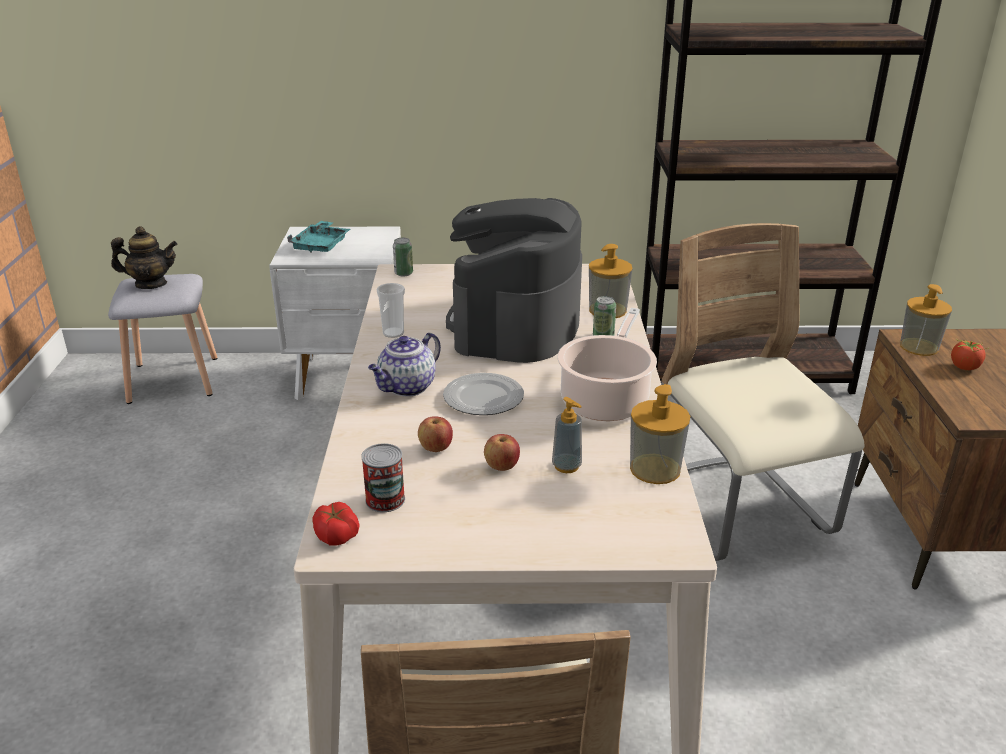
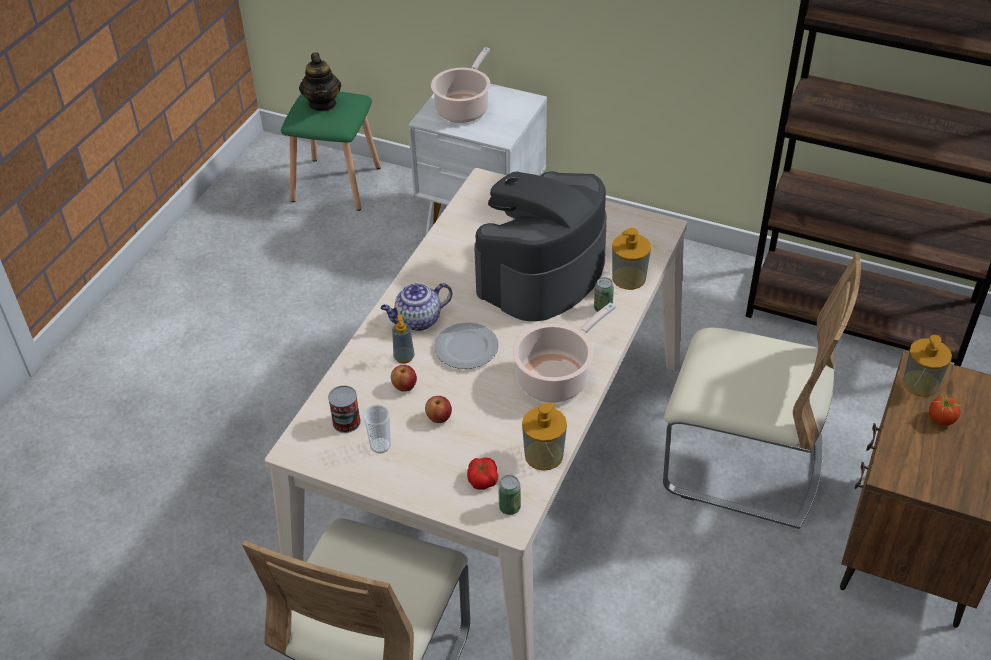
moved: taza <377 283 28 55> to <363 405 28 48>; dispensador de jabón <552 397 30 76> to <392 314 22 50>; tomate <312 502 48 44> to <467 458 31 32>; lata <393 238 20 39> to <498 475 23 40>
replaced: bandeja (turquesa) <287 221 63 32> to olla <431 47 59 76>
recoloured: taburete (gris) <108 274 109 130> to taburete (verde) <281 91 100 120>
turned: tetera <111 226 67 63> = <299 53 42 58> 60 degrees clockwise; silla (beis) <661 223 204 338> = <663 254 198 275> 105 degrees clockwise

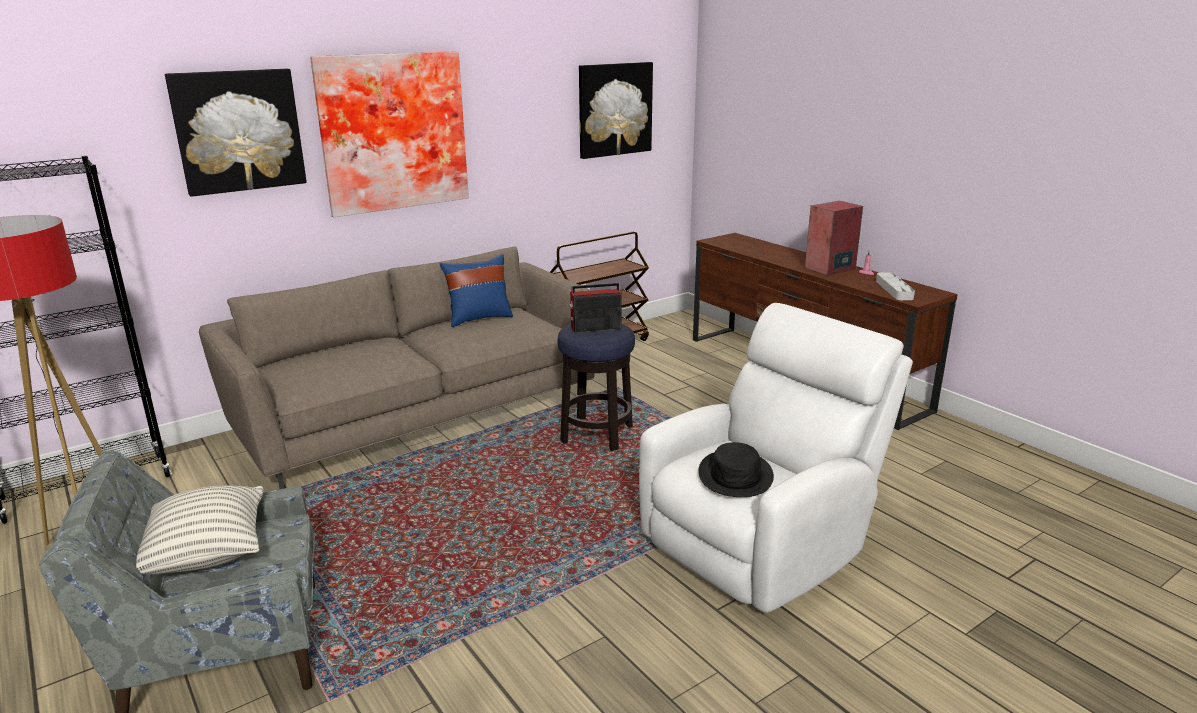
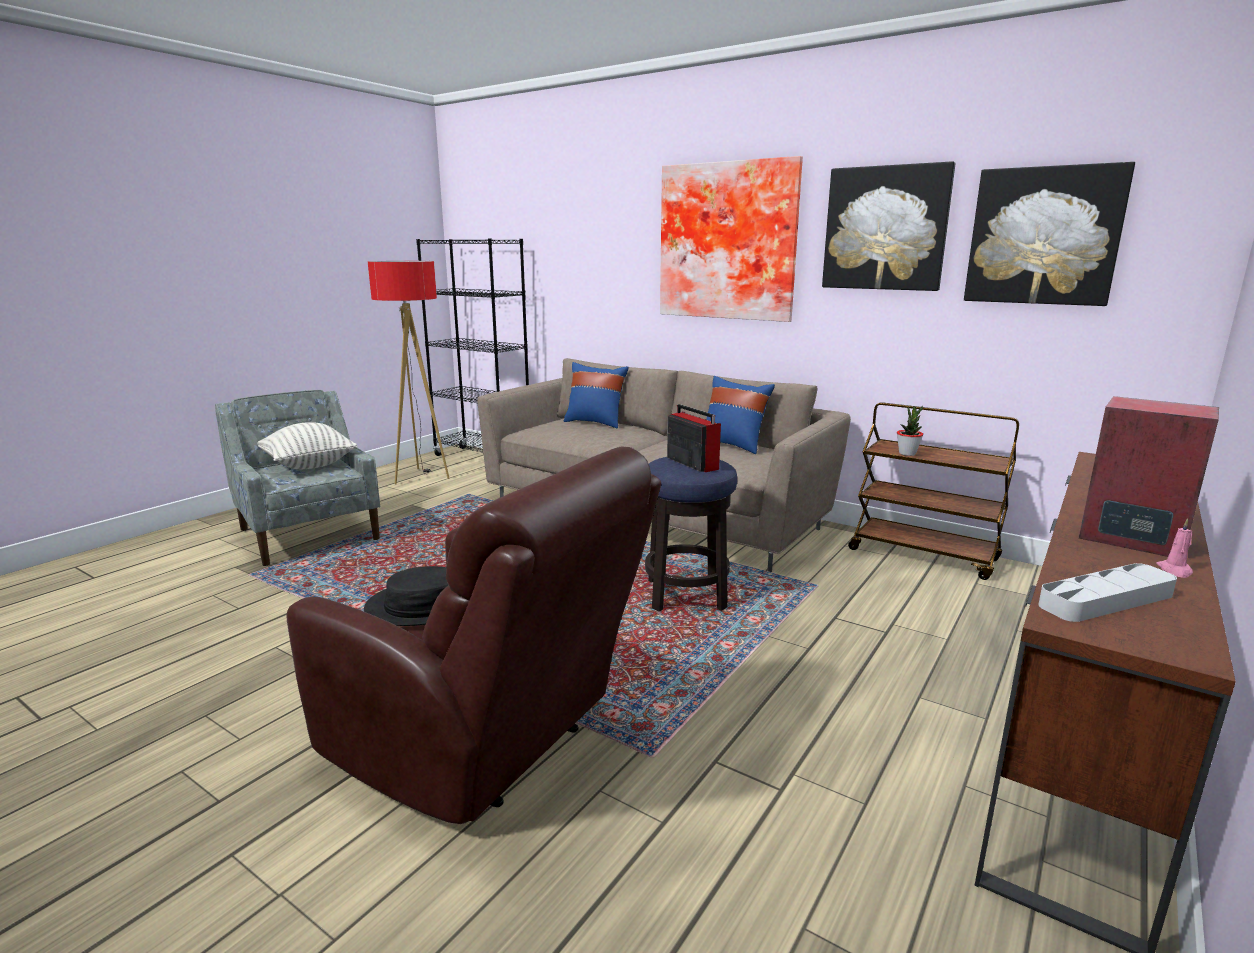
added: cojín (azul) <564 362 65 66>; planta en maceta <897 406 26 50>
moved: cuadro <165 69 142 128> to <822 161 133 130>
recoloured: sillón (blanco) <639 303 274 310> to sillón (marrón) <286 446 375 378>

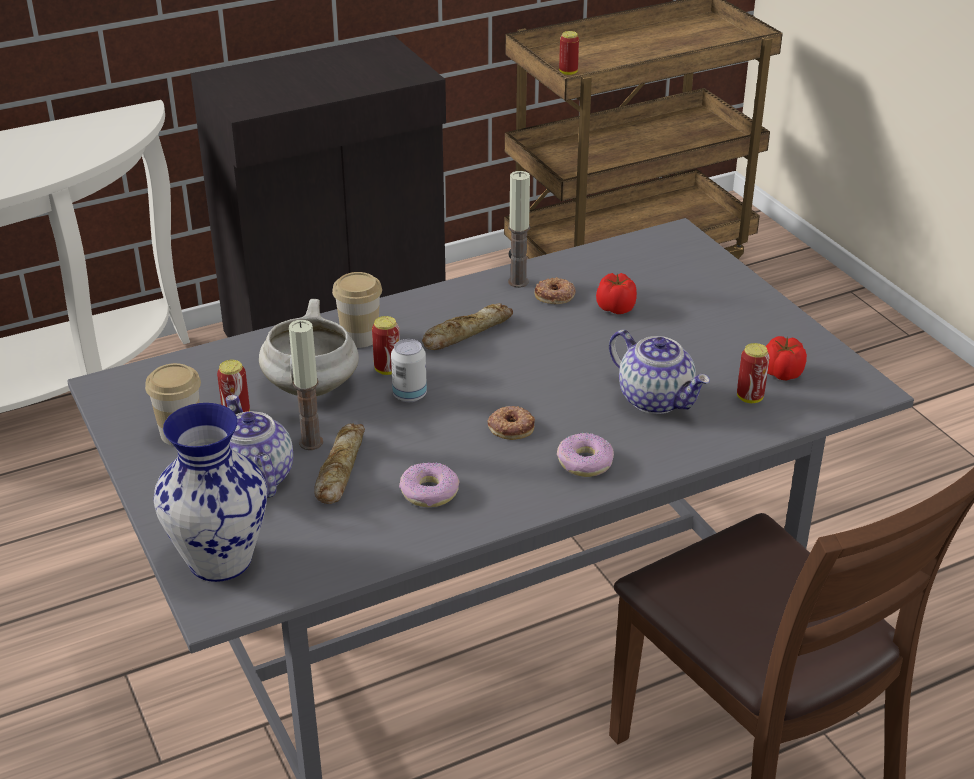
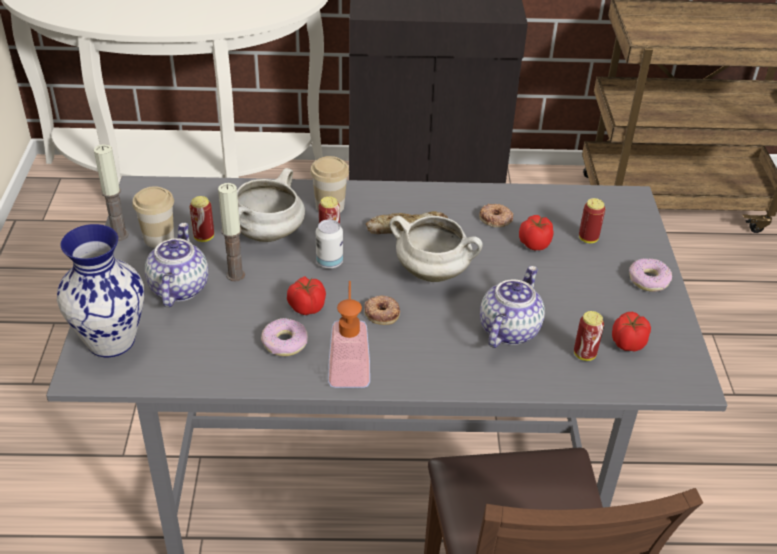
removed: pan <314 423 51 81>
added: tomate <287 276 39 39>; dispensador de jabón <328 281 42 107>; olla (blanco) <390 216 93 66>
moved: vela <508 171 22 117> to <94 144 35 97>; lata <559 31 20 44> to <579 198 26 45>; rosquilla <557 433 57 44> to <629 258 43 34>
turned: tetera <609 330 101 84> = <480 266 65 82> 135 degrees counterclockwise

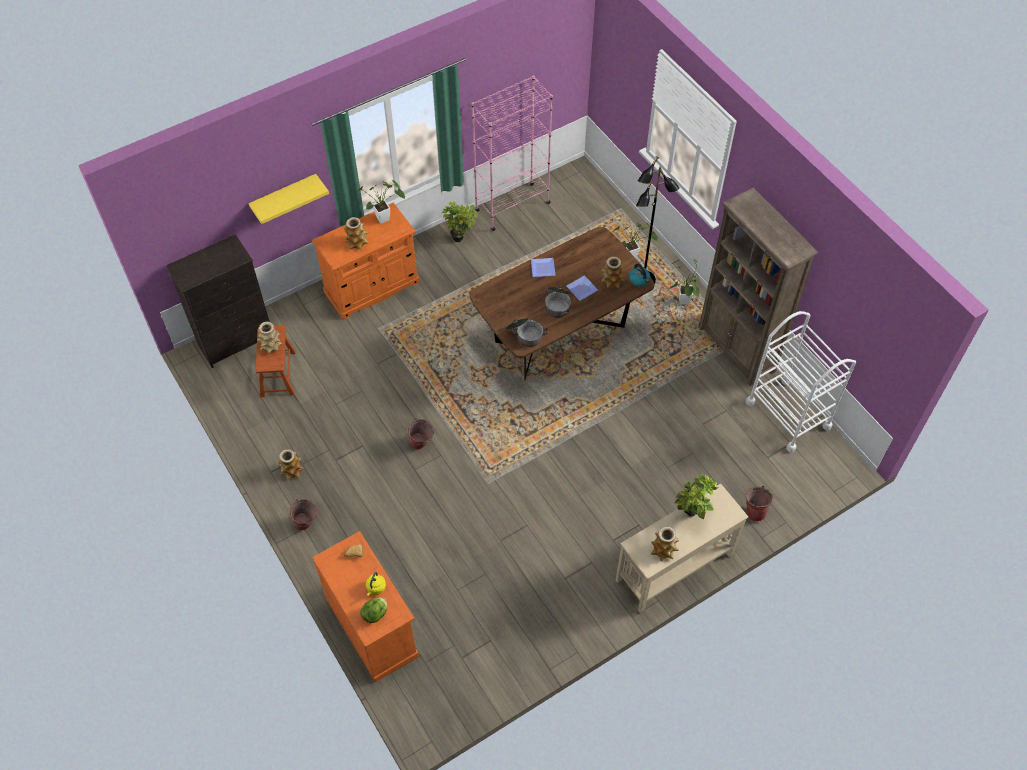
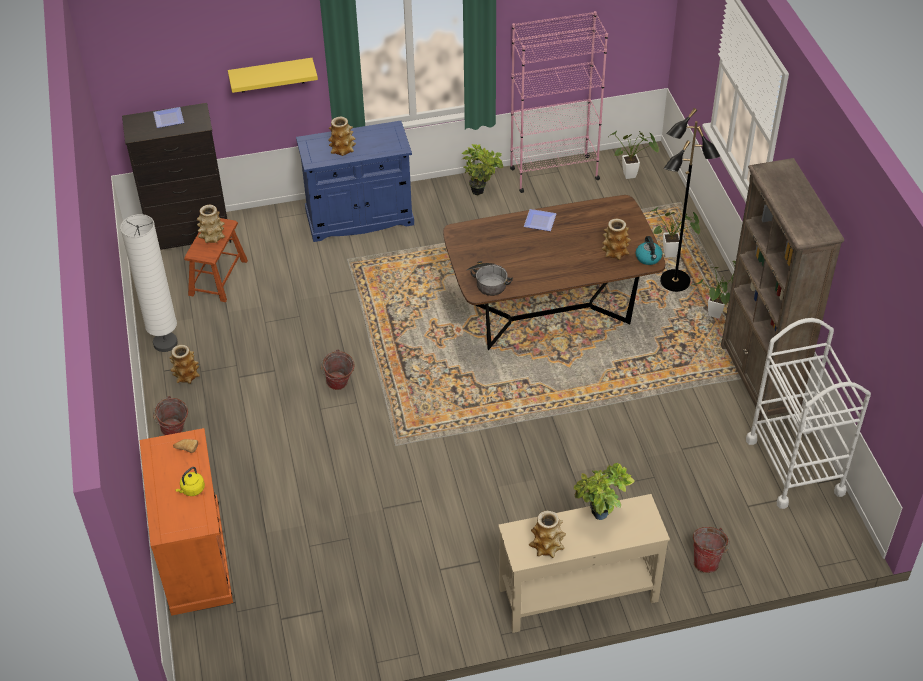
removed: lechuga <360 597 27 26>; olla <545 286 26 32>
added: lámpara de pie (blanco) <120 214 58 138>
moved: plato <567 275 31 26> to <153 107 31 21>; planta en maceta <356 180 49 44> to <611 131 48 48>
recoloured: armario (naranja) <312 203 108 117> to armario (azul) <296 121 118 121>

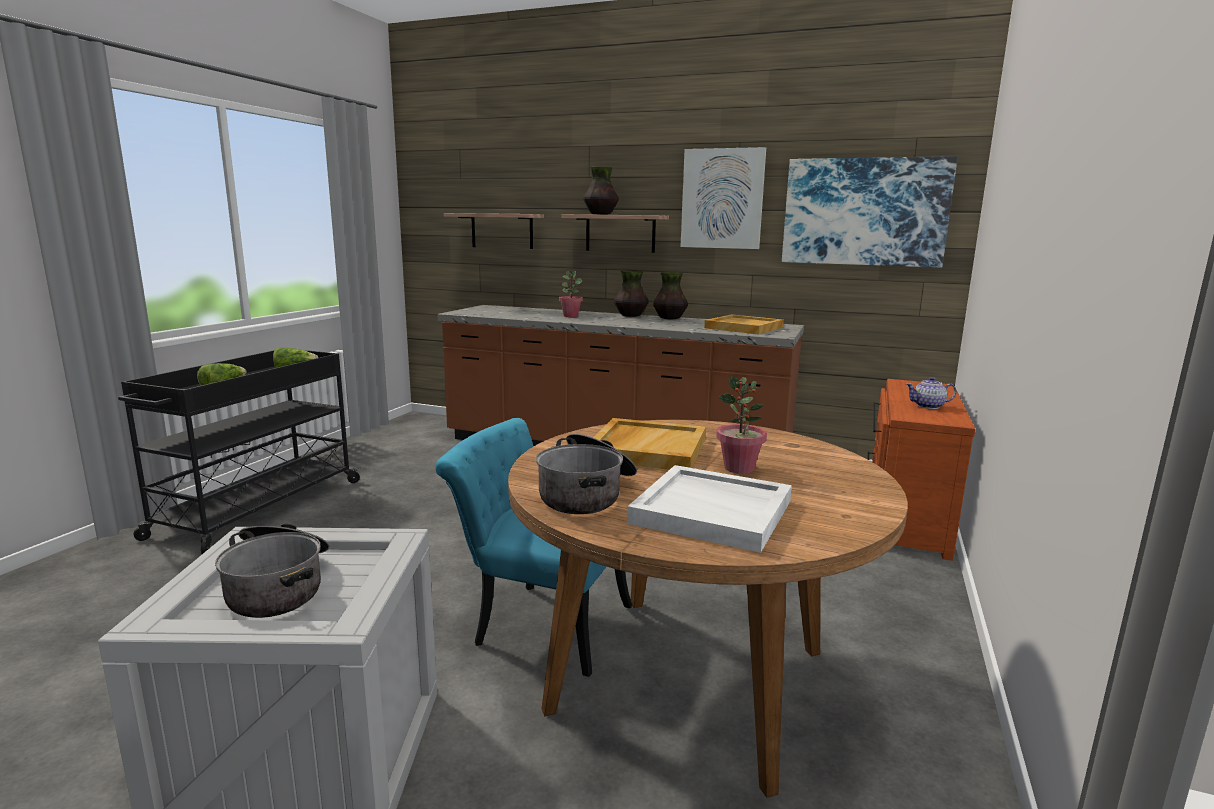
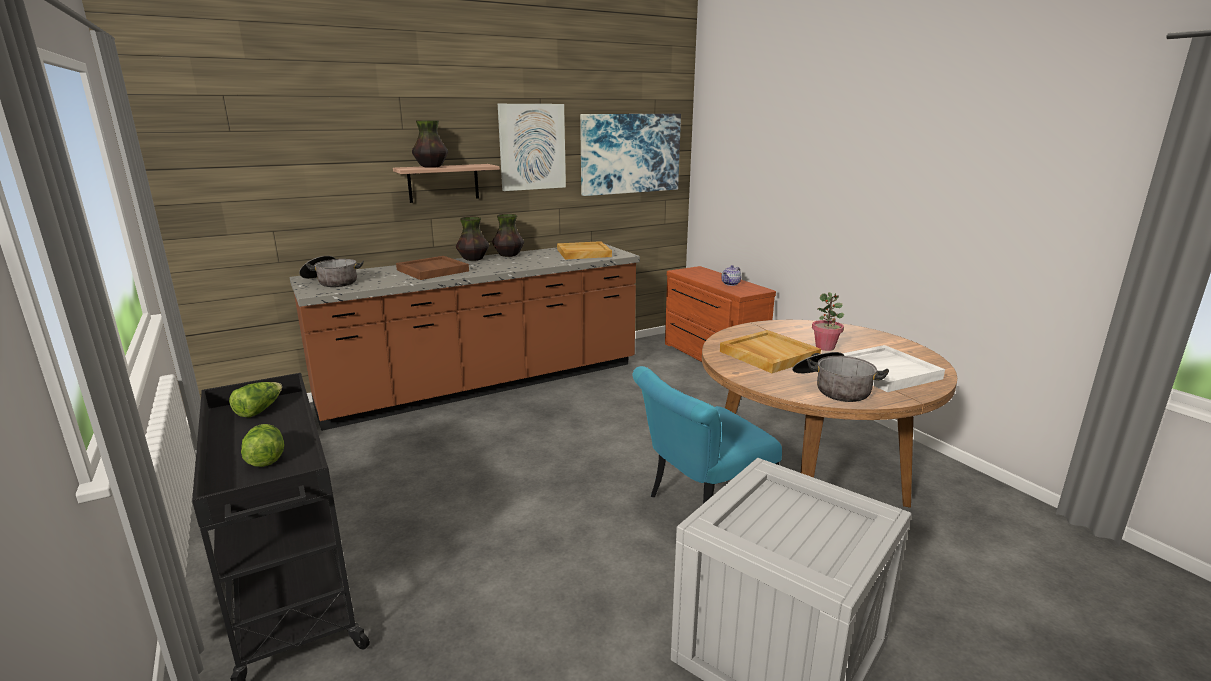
removed: estante <444 213 100 36>
moved: olla <215 524 114 94> to <299 256 65 31>
replaced: planta en maceta <559 271 24 46> to bandeja (marrón) <396 256 73 24>

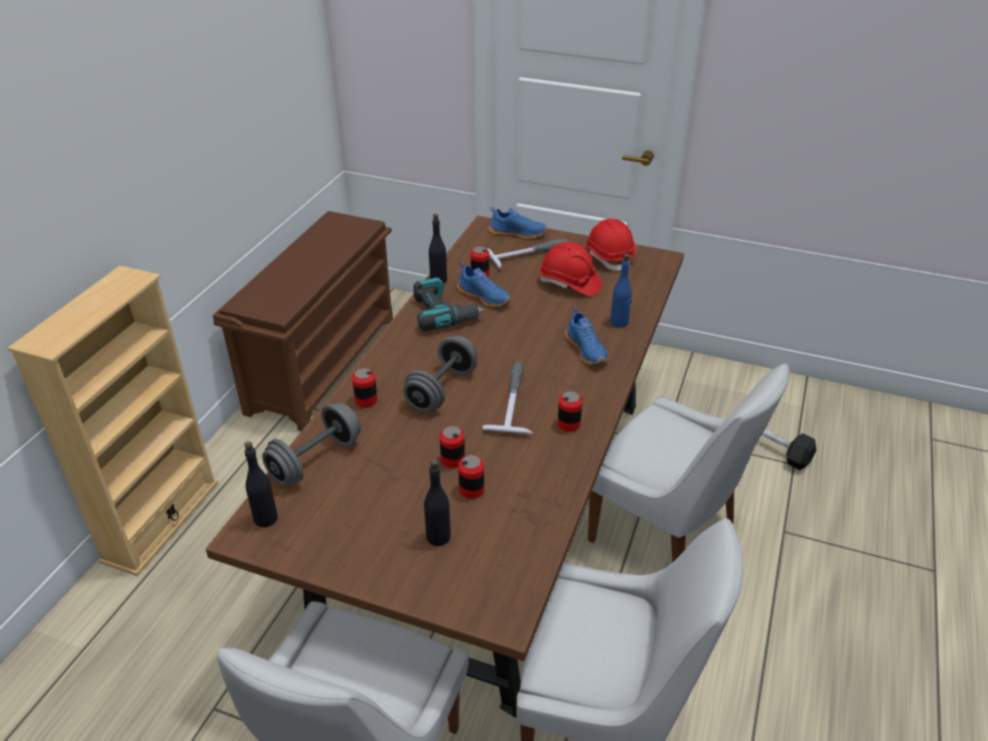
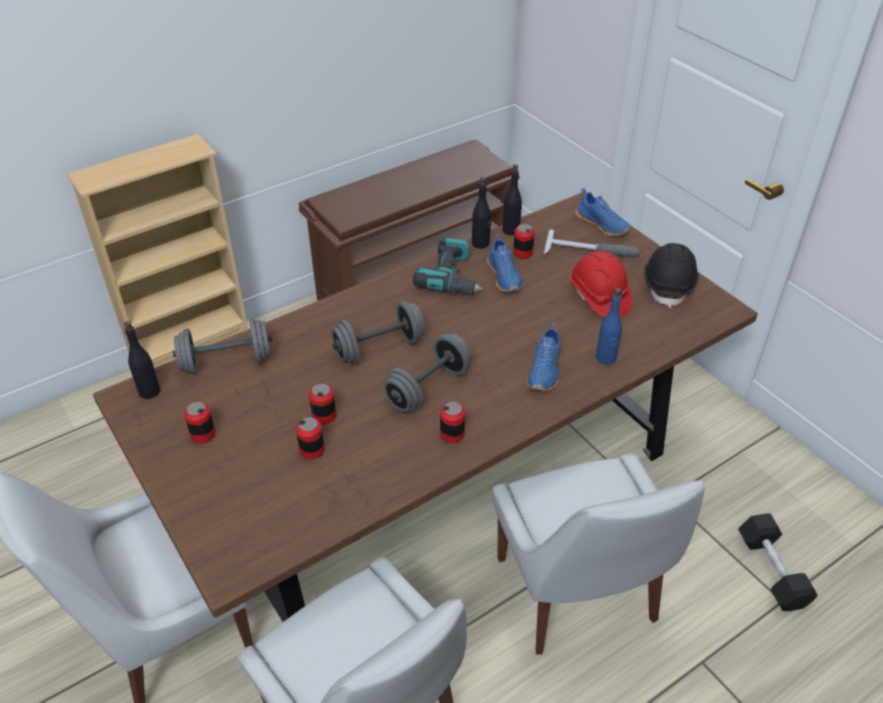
moved: lata <352 368 26 40> to <184 402 32 41>; botella (negro) <424 459 27 87> to <503 164 19 71>
replaced: martillo <482 362 52 72> to mancuerna (gris) <383 334 89 78>
recoloured: casco (rojo) <583 219 53 52> to casco (negro) <644 243 55 65>

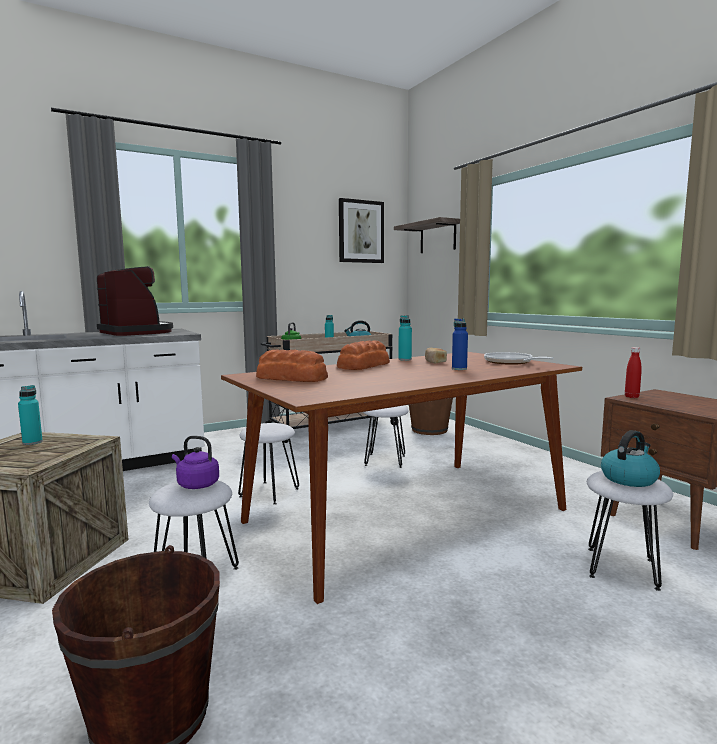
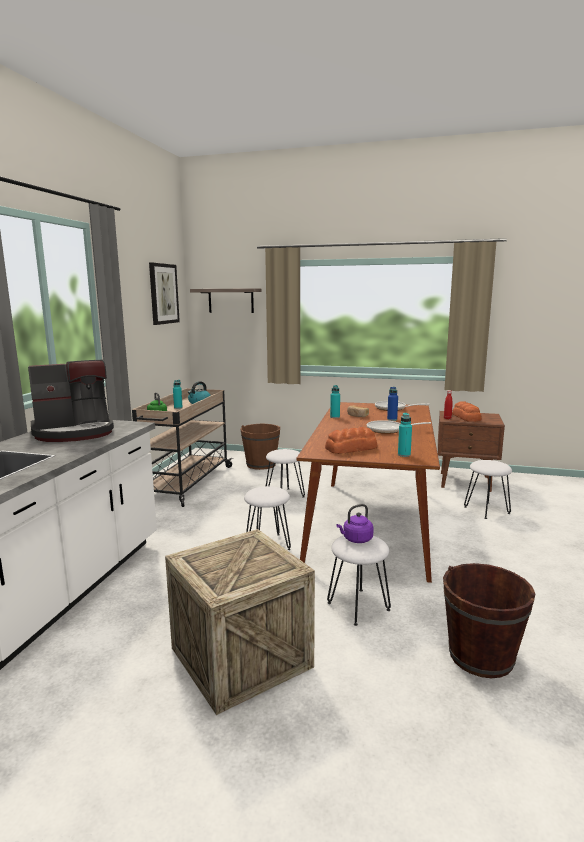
removed: hervidor <601 430 59 57>
added: sartén <367 420 64 14>
moved: botella (turquesa) <18 385 25 60> to <398 413 14 44>; pan <337 340 53 30> to <452 401 30 21>
turned: cafetera <97 266 76 70> = <28 359 86 83> 150 degrees clockwise

